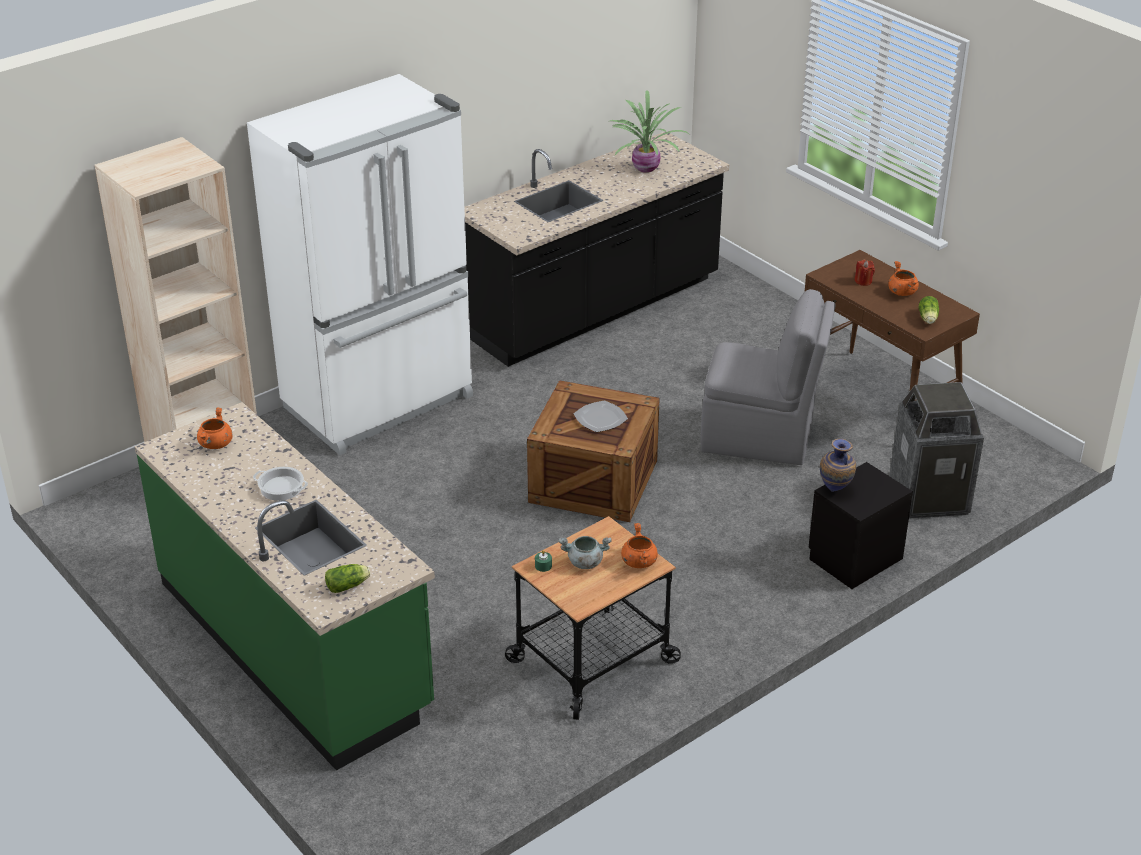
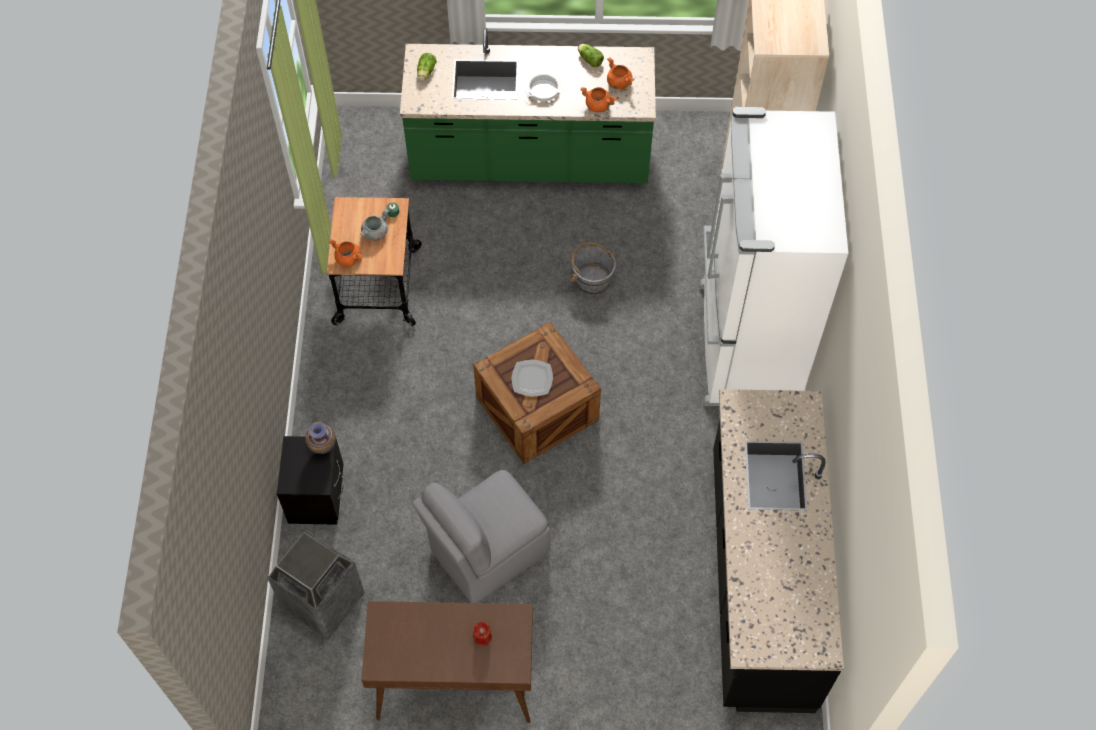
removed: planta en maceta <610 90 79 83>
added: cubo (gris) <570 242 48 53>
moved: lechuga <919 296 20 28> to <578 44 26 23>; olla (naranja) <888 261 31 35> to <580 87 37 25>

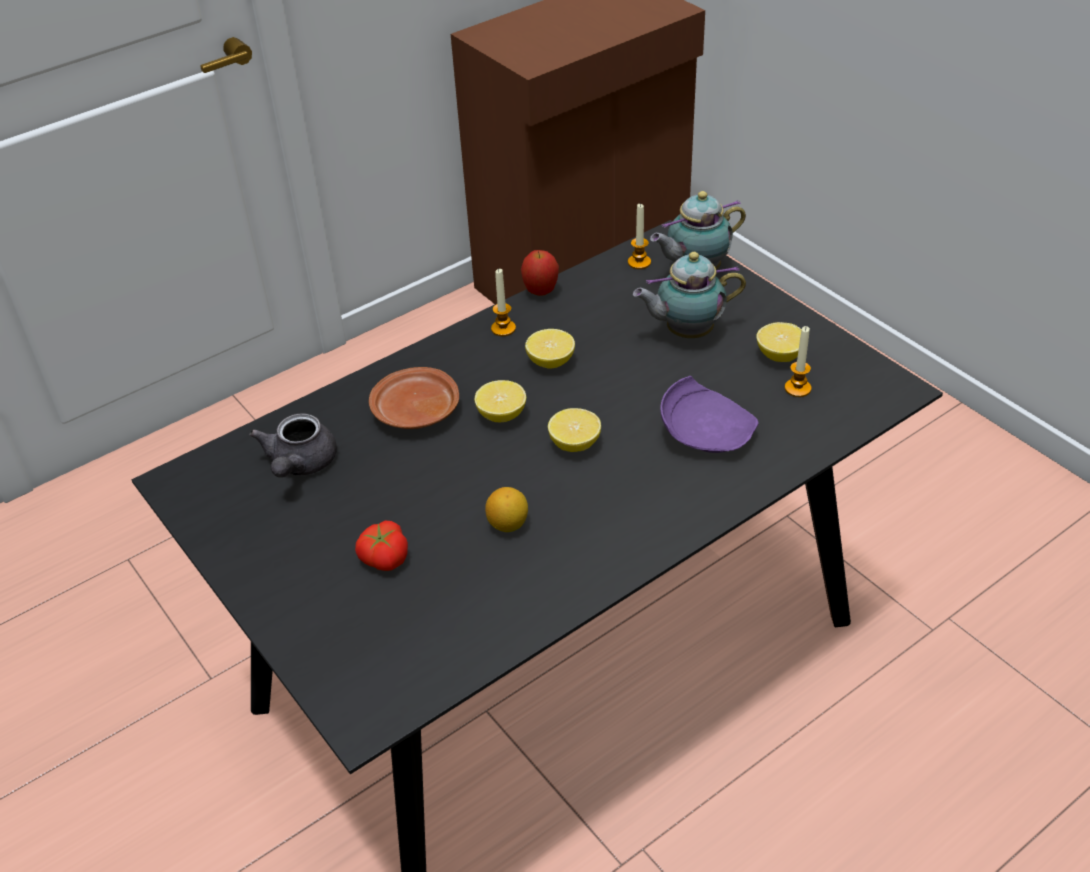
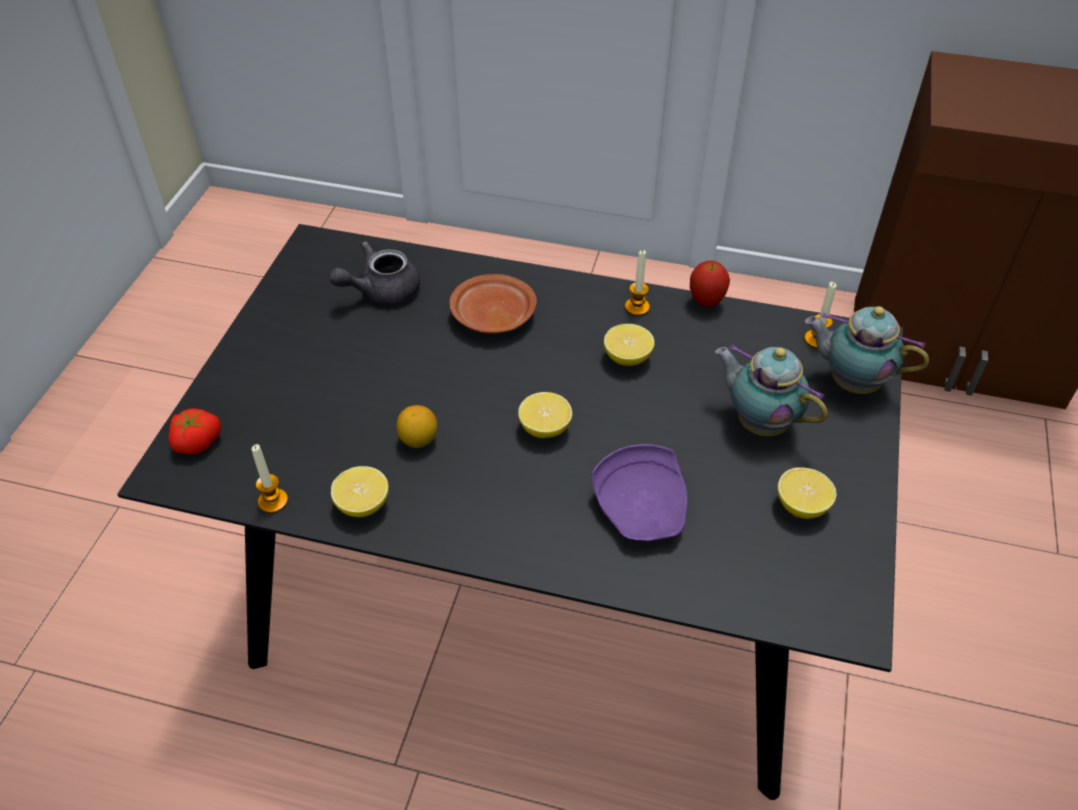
moved: tomate <355 521 53 50> to <168 408 53 47>; vela <785 326 26 71> to <252 444 36 69>; limón <475 380 51 42> to <331 466 58 51>

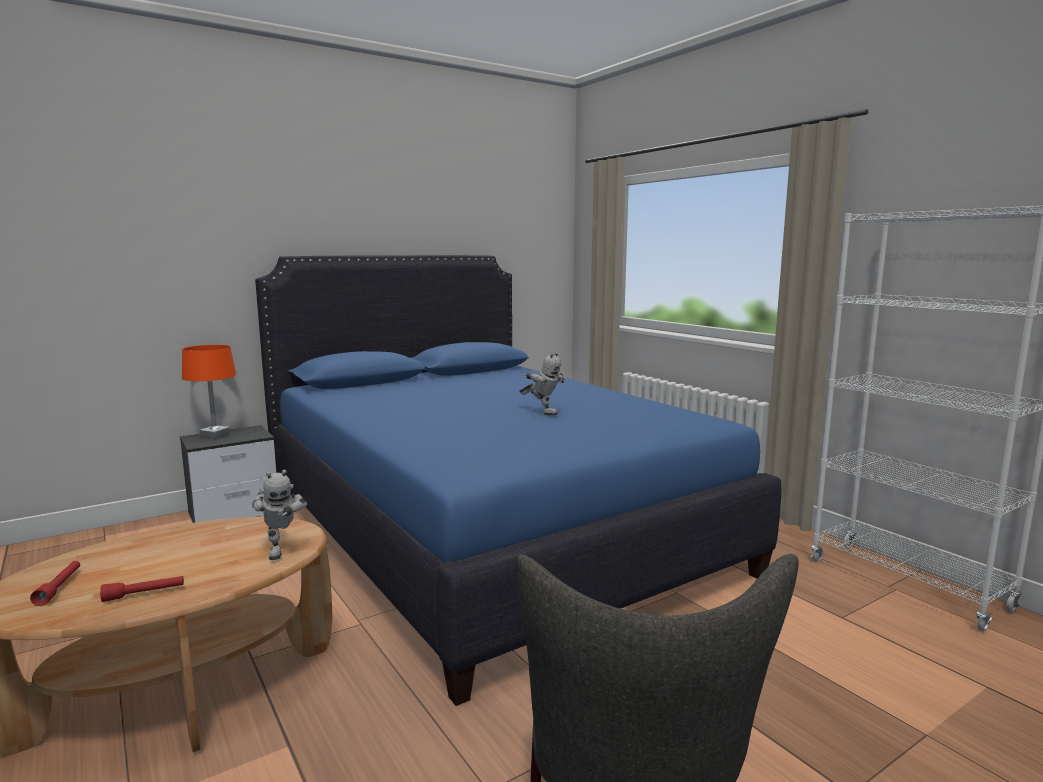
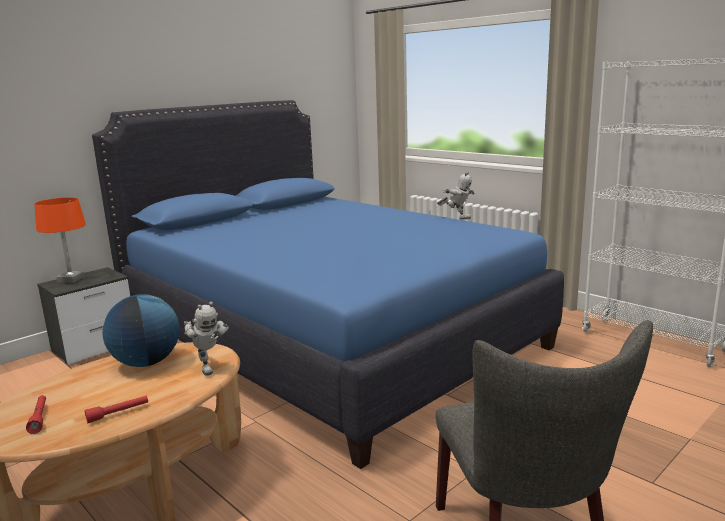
added: globo terráqueo <103 294 76 73>
moved: robot de juguete <519 352 46 64> to <437 172 39 48>

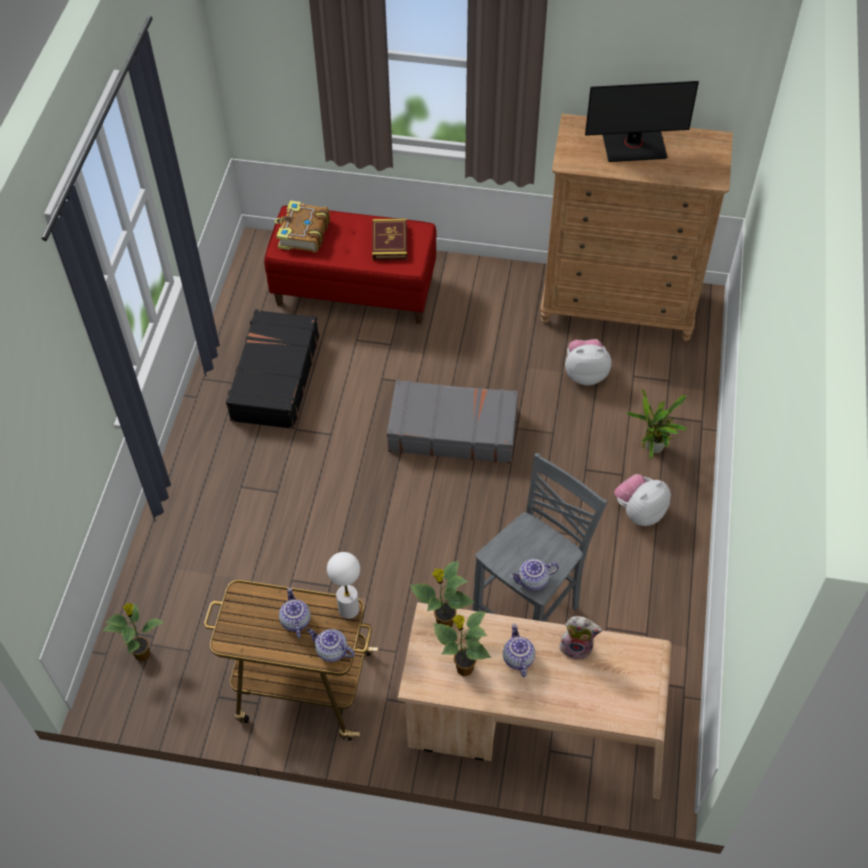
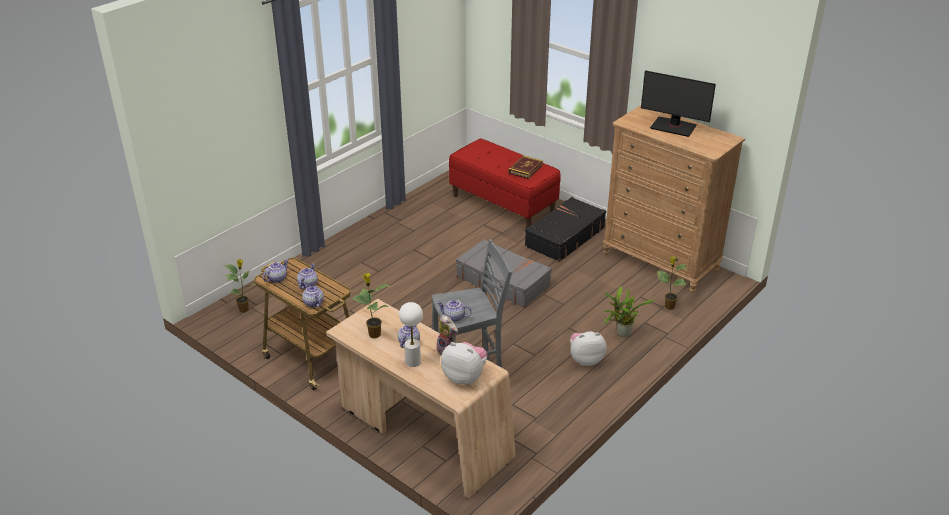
removed: libro <275 200 55 53>
added: tetera <263 259 25 24>
moved: lámpara de mesa (blanco) <327 552 33 67> to <399 302 24 65>; peluche <565 339 47 46> to <441 342 47 43>; maleta (negro) <226 309 93 120> to <525 197 81 65>; planta en maceta <410 560 65 67> to <657 256 30 54>

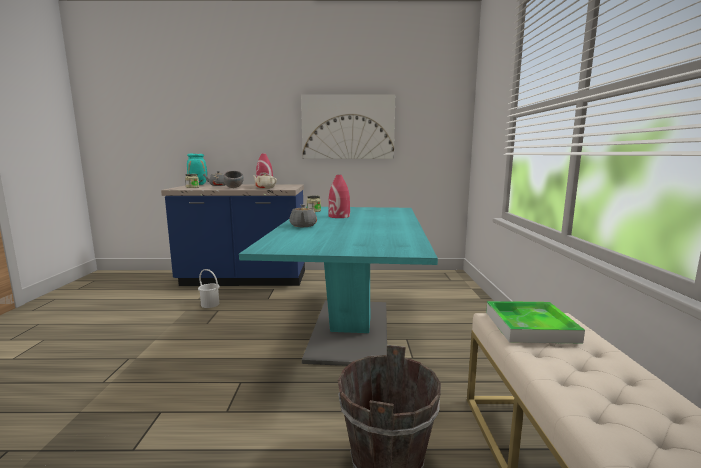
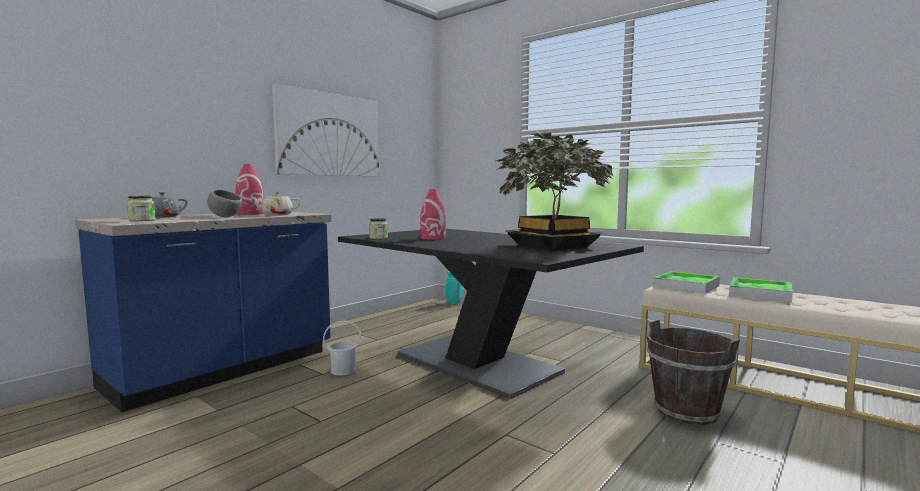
removed: tetera (gris) <289 204 28 23>
added: planta en maceta <495 130 119 121>; bandeja <729 277 64 25>
moved: cubo (blanco) <198 269 22 39> to <323 321 38 55>; florero (turquesa) <187 154 20 31> to <446 271 17 33>
recoloured: mesa de comedor (turquesa) <239 207 199 159> to mesa de comedor (negro) <338 229 306 170>

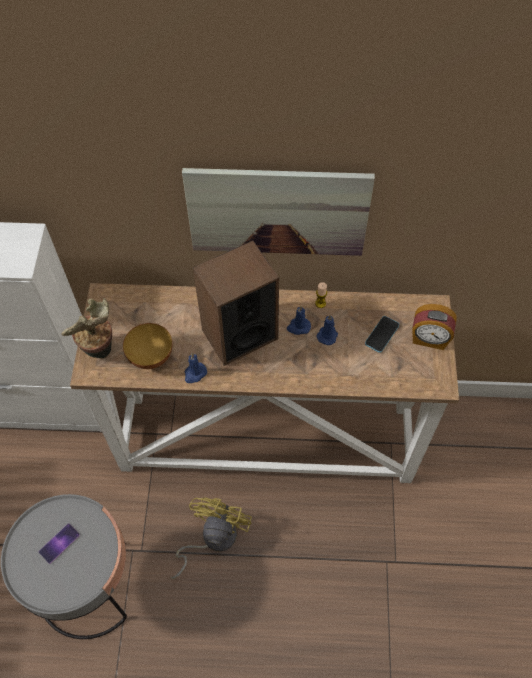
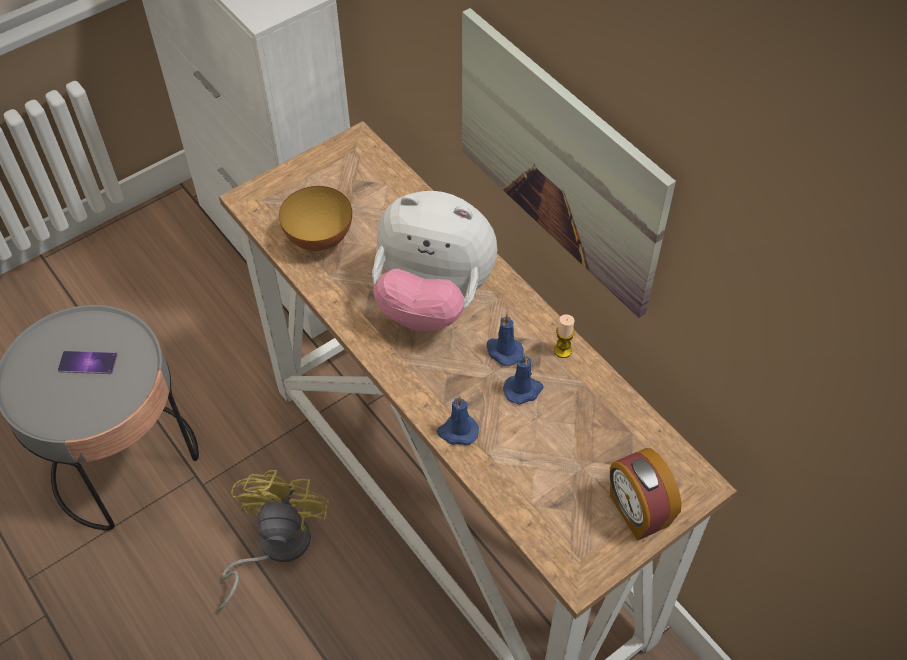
removed: planta en maceta <61 298 51 60>; móvil <365 316 34 37>
moved: vela (azul) <185 353 22 30> to <437 395 42 50>
replaced: altavoz <193 240 86 126> to peluche <372 191 125 141>
turned: ventilador (amarillo) <171 497 81 82> = <218 470 111 141> 60 degrees counterclockwise

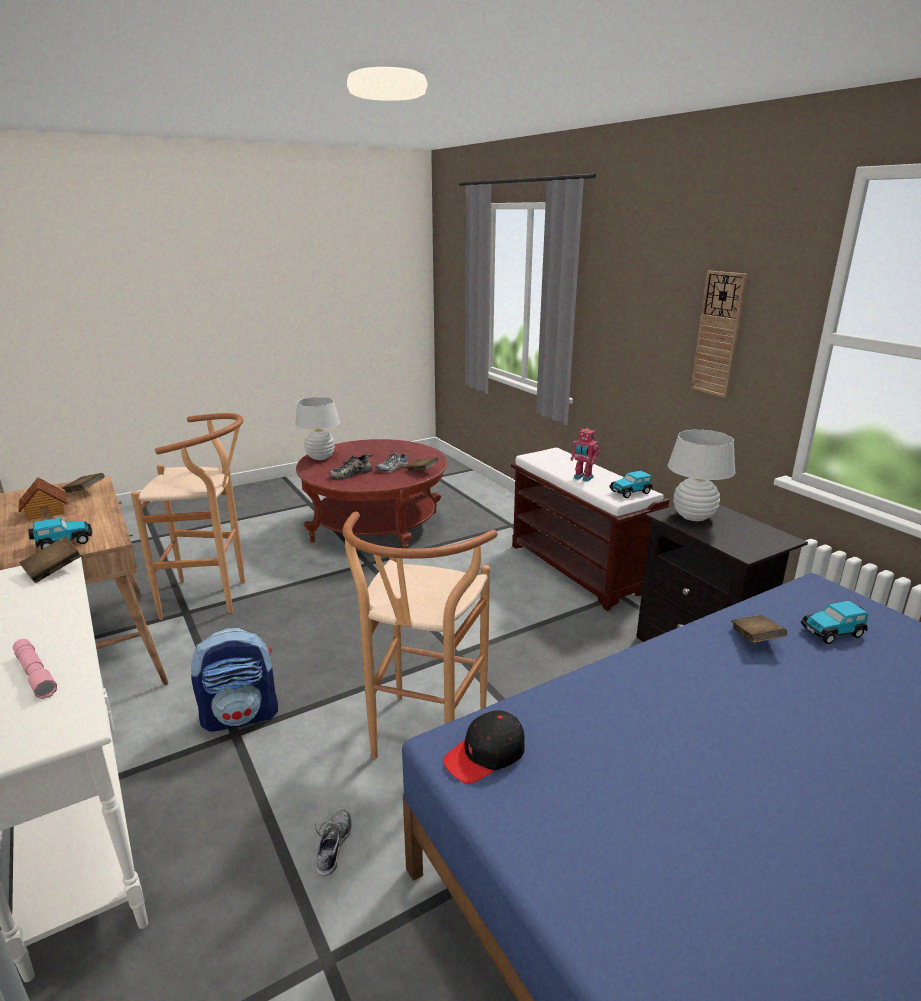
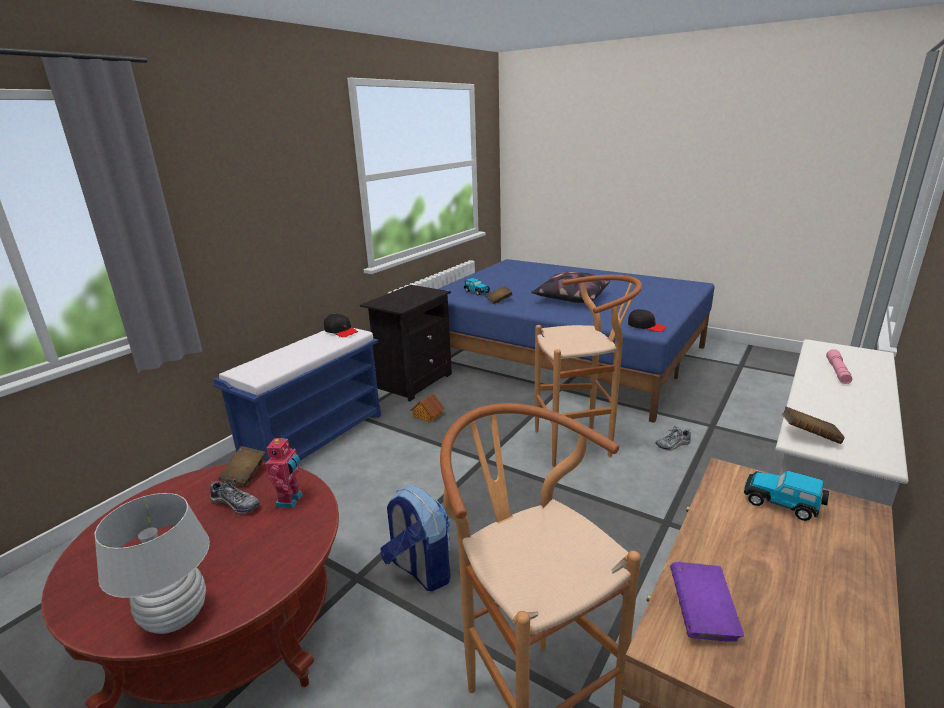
removed: zapato <329 454 44 26>; lámpara de mesa (blanco) <668 430 67 91>; reloj de pared <691 271 56 127>
added: cojín <531 272 79 31>
moved: robot de juguete <571 428 28 54> to <266 435 37 73>; mochila <191 628 87 103> to <380 486 71 105>; casita <18 477 49 43> to <410 393 35 30>
replaced: coche de juguete <610 470 43 28> to gorra (negro) <324 313 34 24>
recoloured: banco (marrón) <511 448 158 163> to banco (azul) <213 328 168 134>; libro (marrón) <62 473 43 20> to libro (morado) <670 562 74 80>

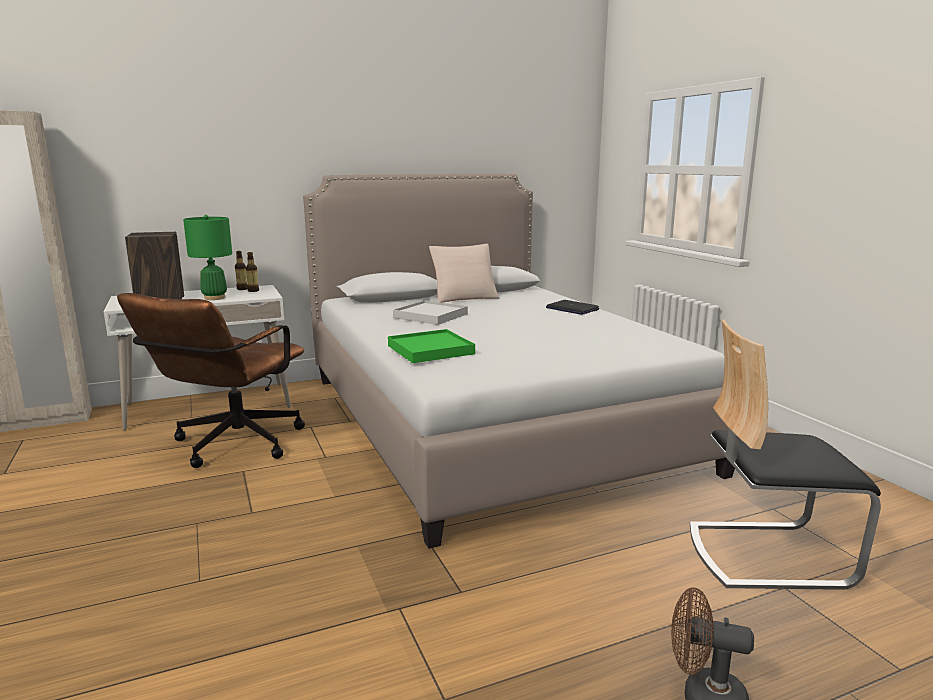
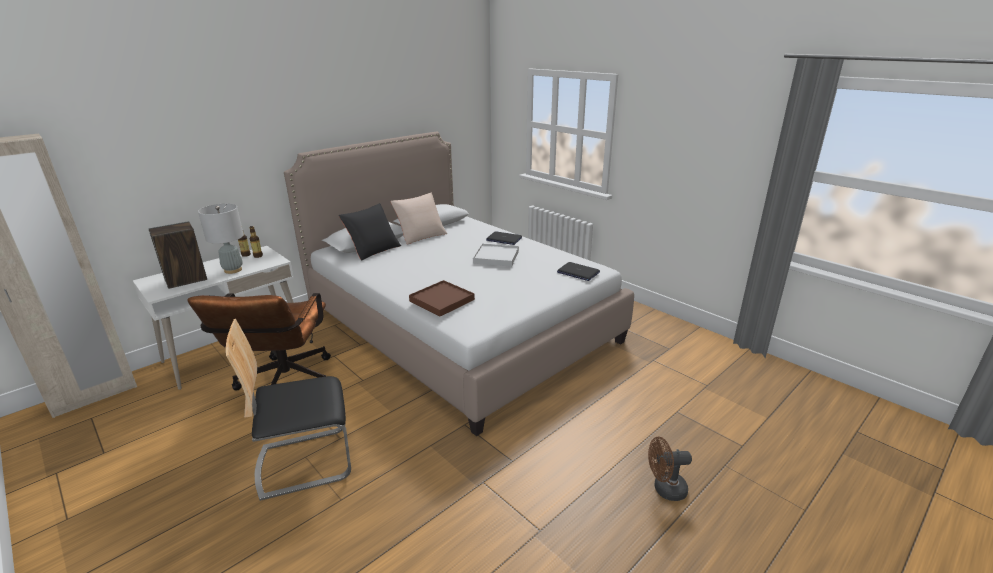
added: cojín (negro) <339 203 62 58>; portátil <557 262 43 19>
moved: silla <690 320 191 270> to <226 319 125 182>; bandeja (blanco) <393 300 75 25> to <473 244 46 23>
recoloured: lámpara de mesa (verde) <183 215 49 85> to lámpara de mesa (gris) <198 204 46 70>; bandeja (verde) <388 329 87 34> to bandeja (marrón) <409 280 66 36>

